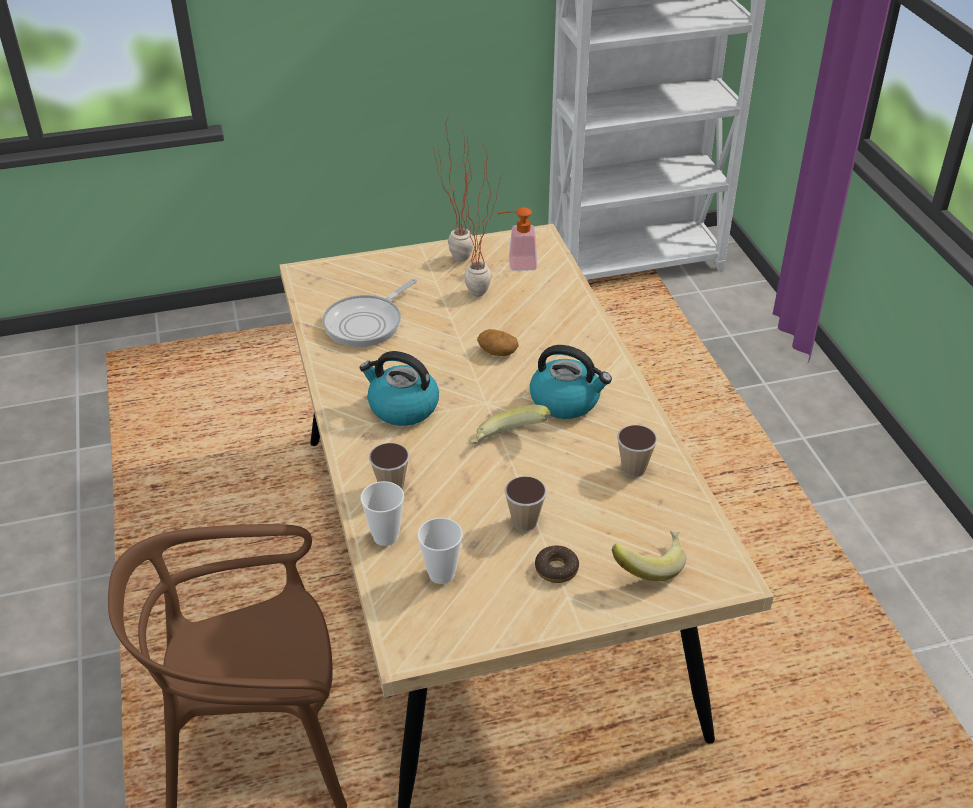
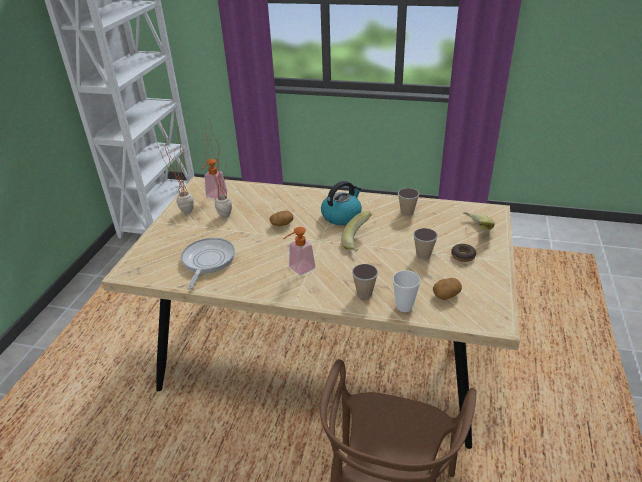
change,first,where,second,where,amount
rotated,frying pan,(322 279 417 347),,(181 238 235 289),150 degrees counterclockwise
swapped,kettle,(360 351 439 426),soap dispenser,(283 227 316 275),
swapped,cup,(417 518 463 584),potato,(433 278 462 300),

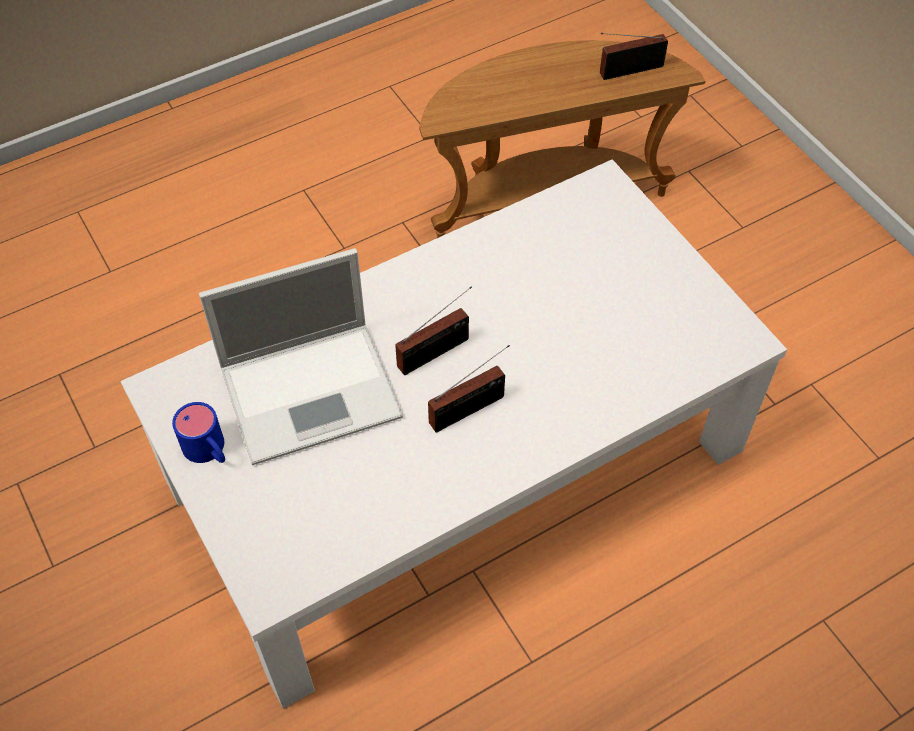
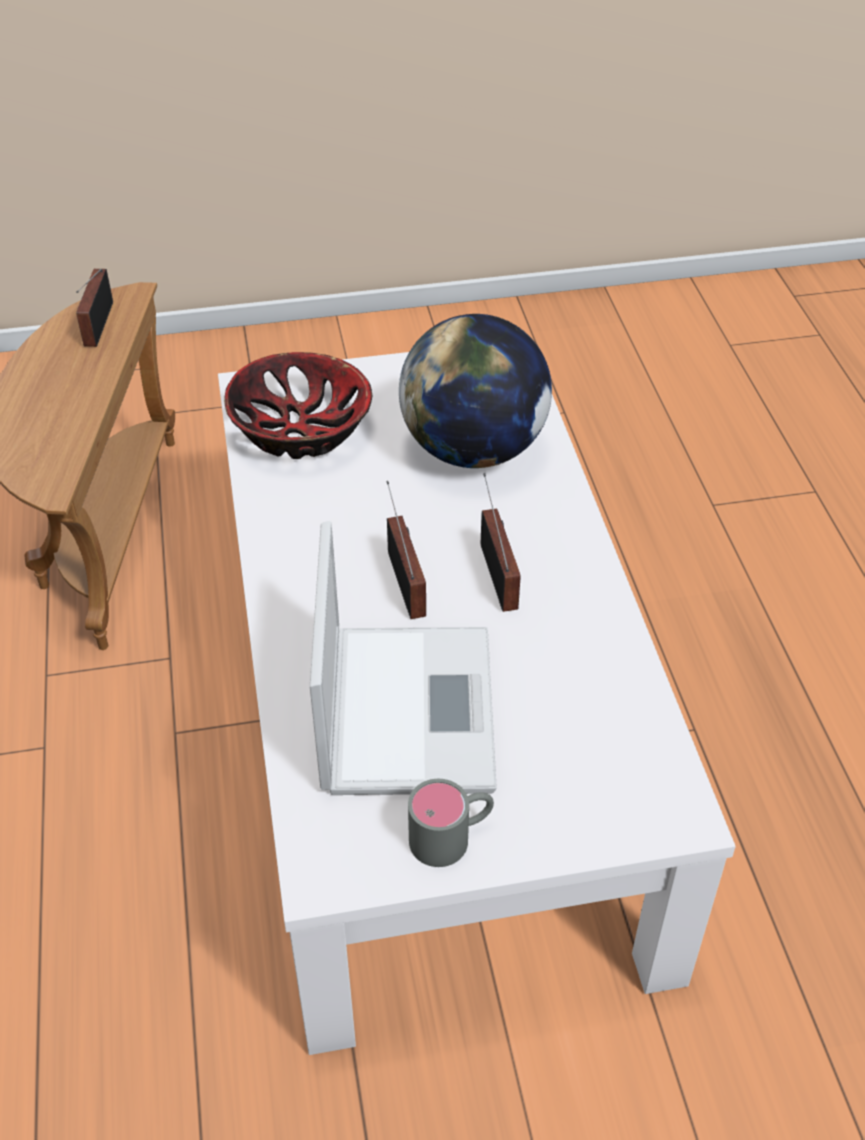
change,first,where,second,where,amount
repainted,blue mug,(172 402 225 463),grey mug,(408 779 494 867),
new,,,globe,(399 314 552 468),
new,,,bowl,(224 352 373 459),

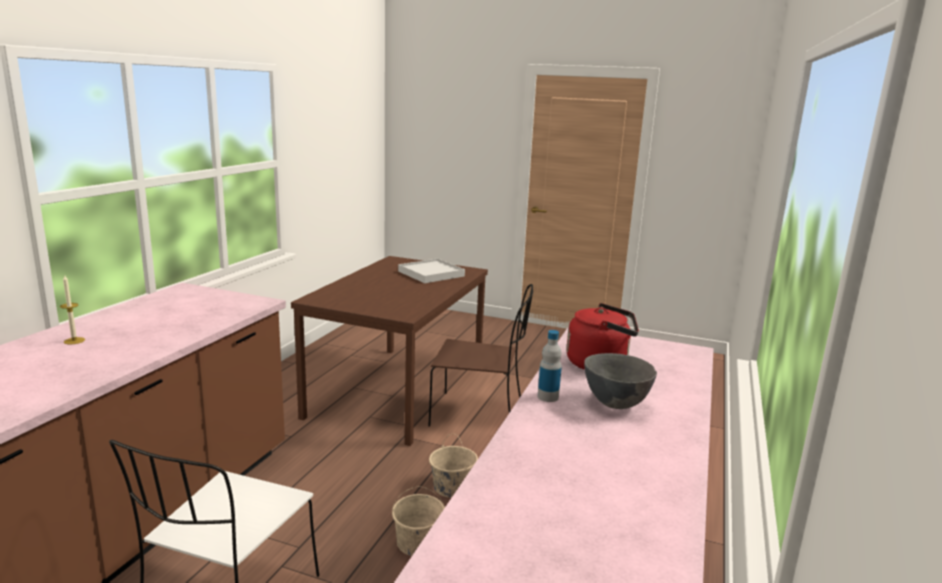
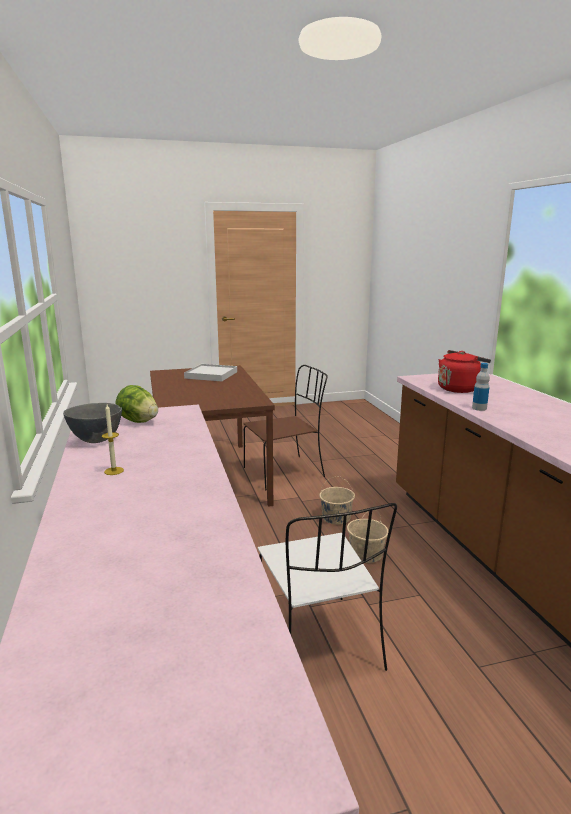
change,first,where,second,where,amount
shifted,grey bowl,(584 353 657 409),,(63 403 122 443),
new,,,lettuce,(115 385 158 423),

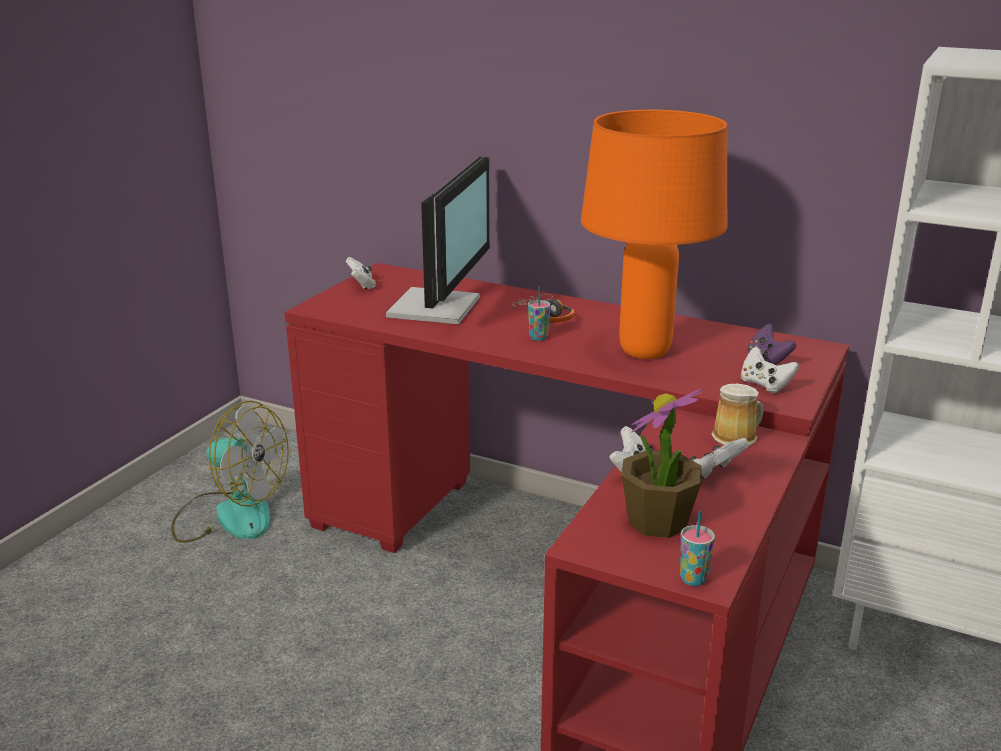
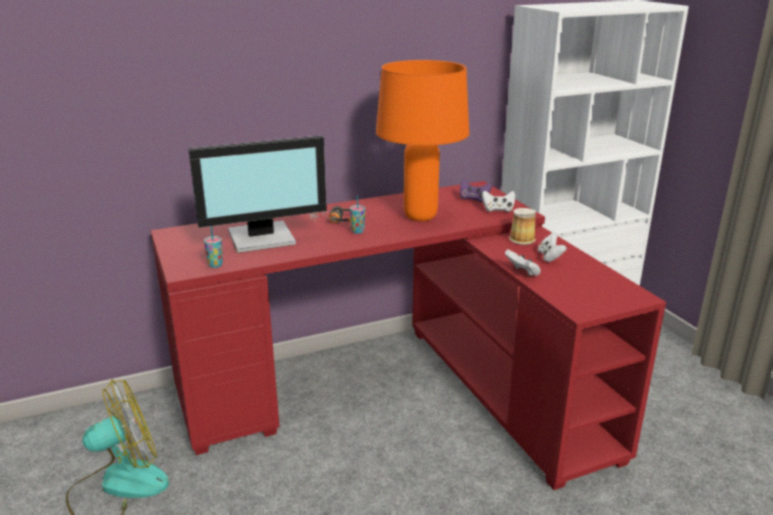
change,first,where,second,where,amount
rotated,monitor,(386 157 490 325),,(188 136 327 253),105 degrees clockwise
gone,white game controller,(346 257 376 290),,,
gone,potted plant,(621 389 703 538),,,
shifted,cup,(680 511 715 586),,(204 226 223 268),

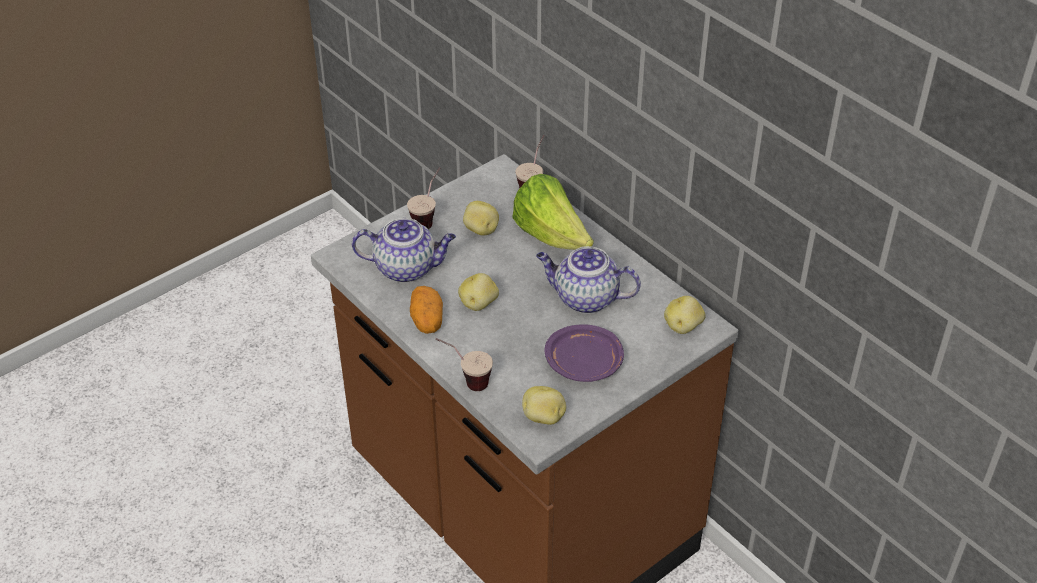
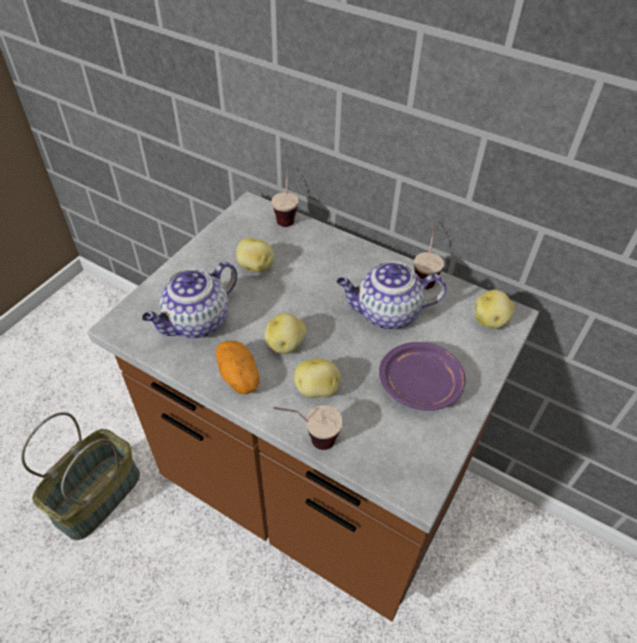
change,first,where,second,where,amount
shifted,cup,(407 167 440 229),,(414 221 444 289),
gone,lettuce,(512 174 594 250),,,
rotated,teapot,(352 218 456 283),,(142 261 237 338),150 degrees clockwise
shifted,potato,(522 386 566 425),,(294 358 341 398),
new,,,basket,(21 412 140 540),

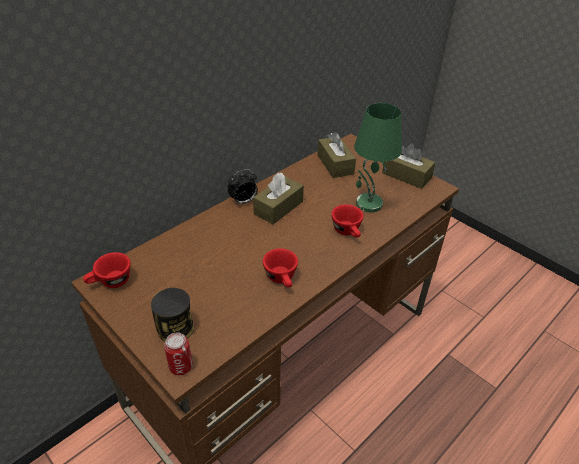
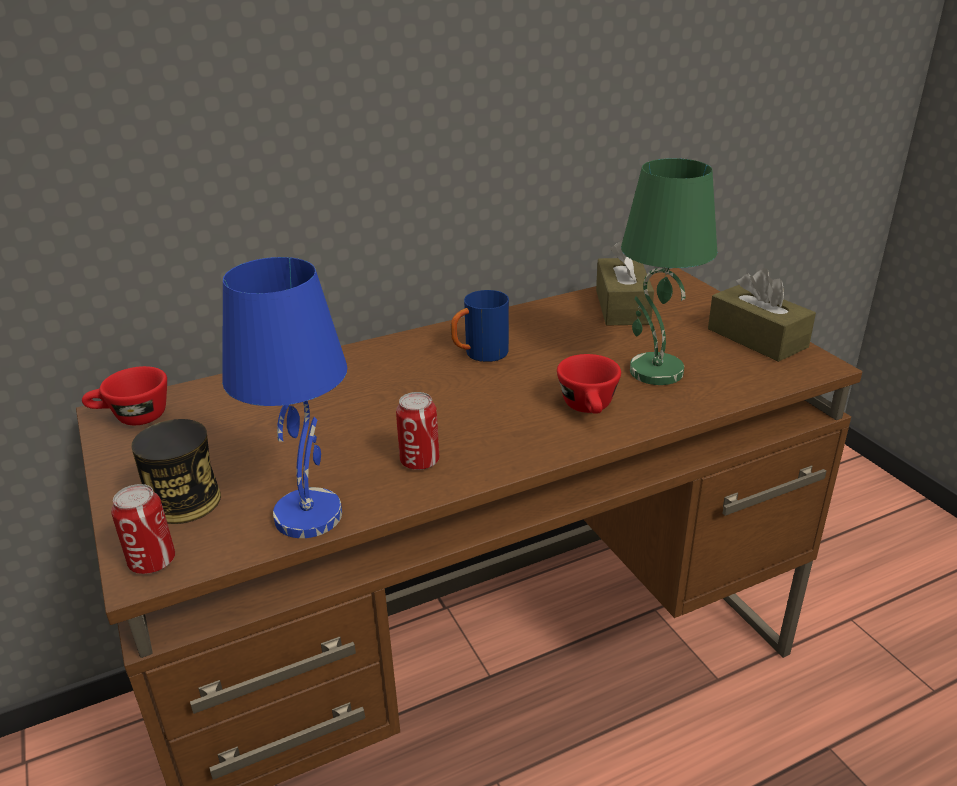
change,first,where,second,where,amount
gone,alarm clock,(227 169 258 204),,,
swapped,brown tissue box,(253 173 304 224),blue mug,(451 290 509 362),
swapped,red cup,(263 248 298 287),can,(396 392 439 470),
new,,,blue table lamp,(222 257 347 538),

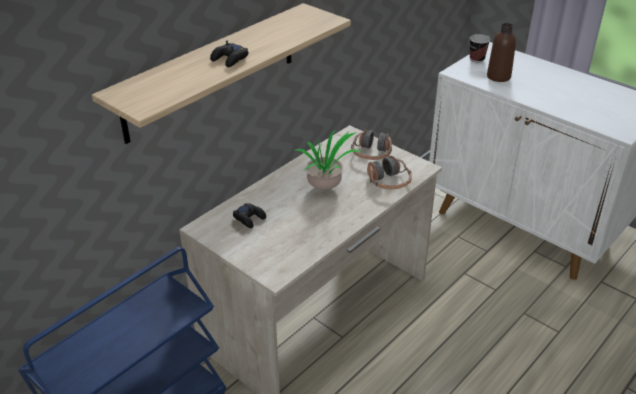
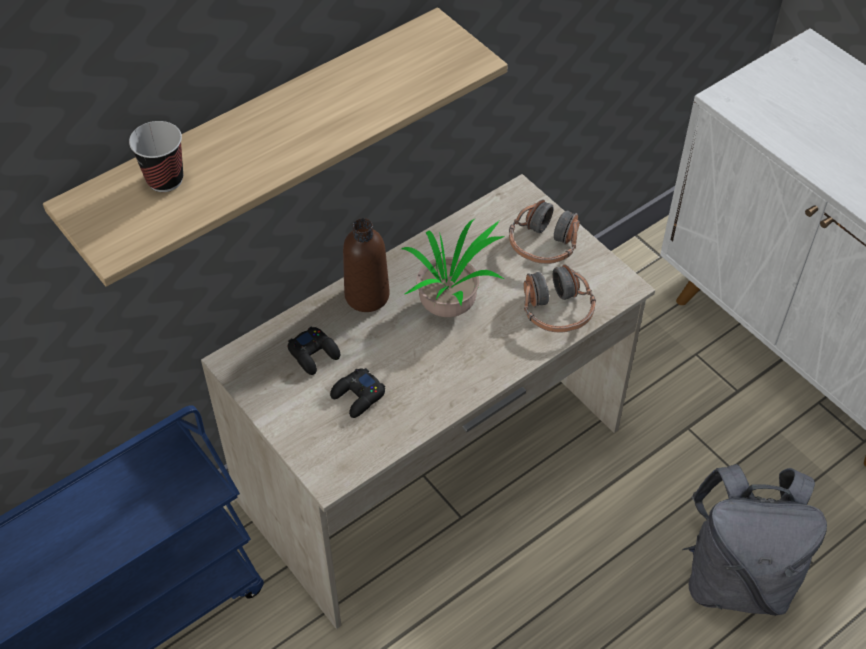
change,first,where,second,where,amount
shifted,brown bottle,(487 23 516 82),,(343 218 390 312),
shifted,cup,(470 34 490 63),,(129 121 183 192),
shifted,black game controller,(210 41 248 67),,(330 368 385 418),
new,,,grey backpack,(682 464 827 616),

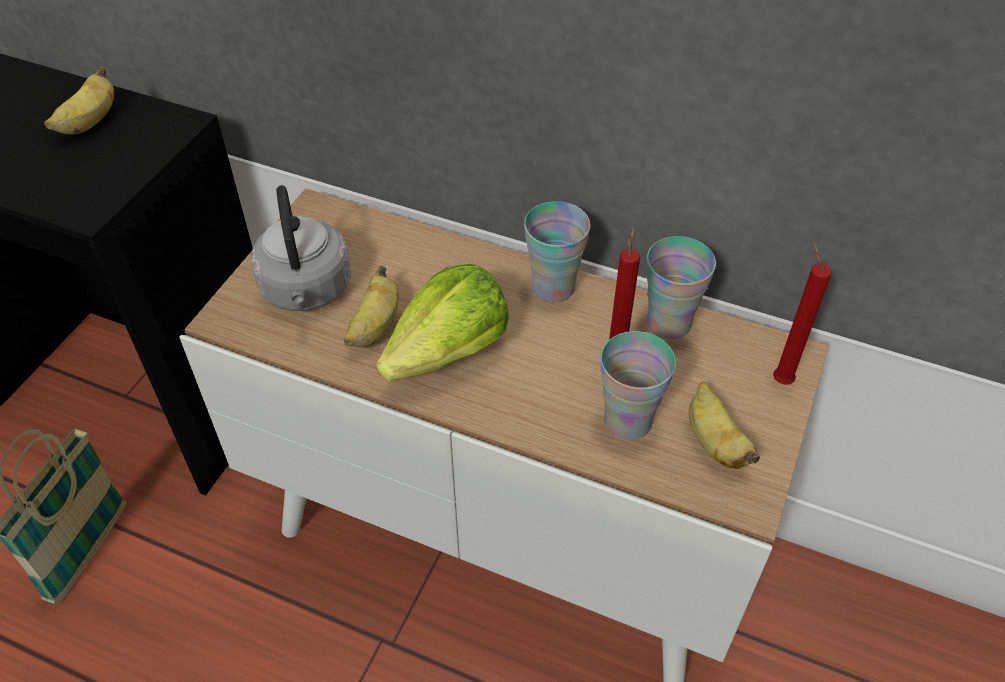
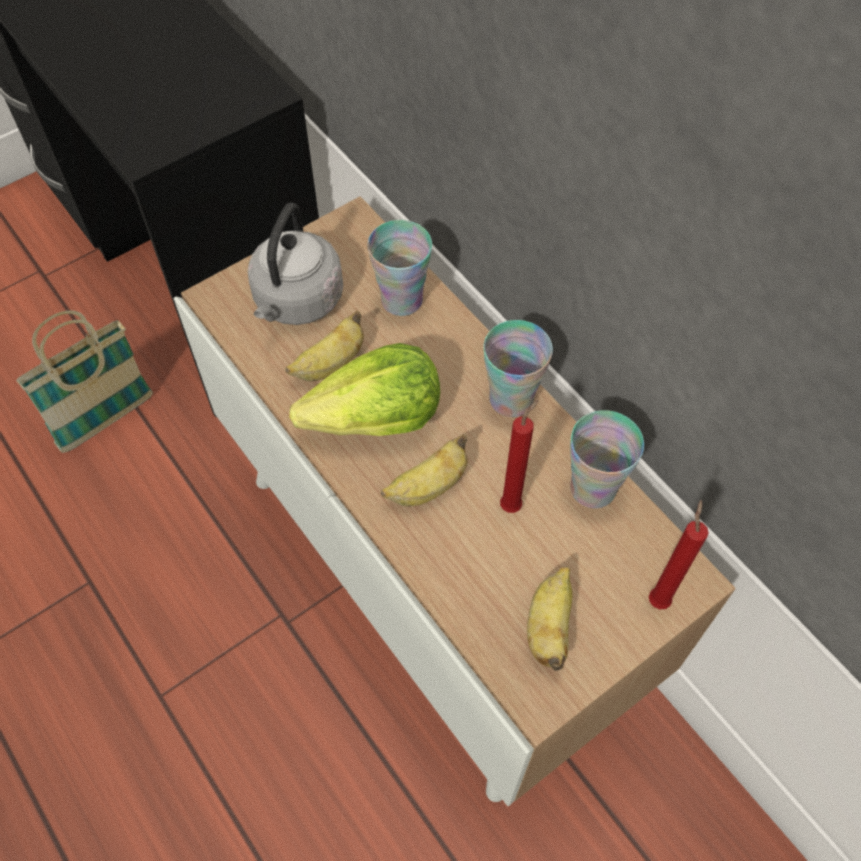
change,first,where,second,where,amount
shifted,banana,(44 67 114 135),,(381 434 467 506),
shifted,cup,(600 331 676 440),,(367 220 432 316),

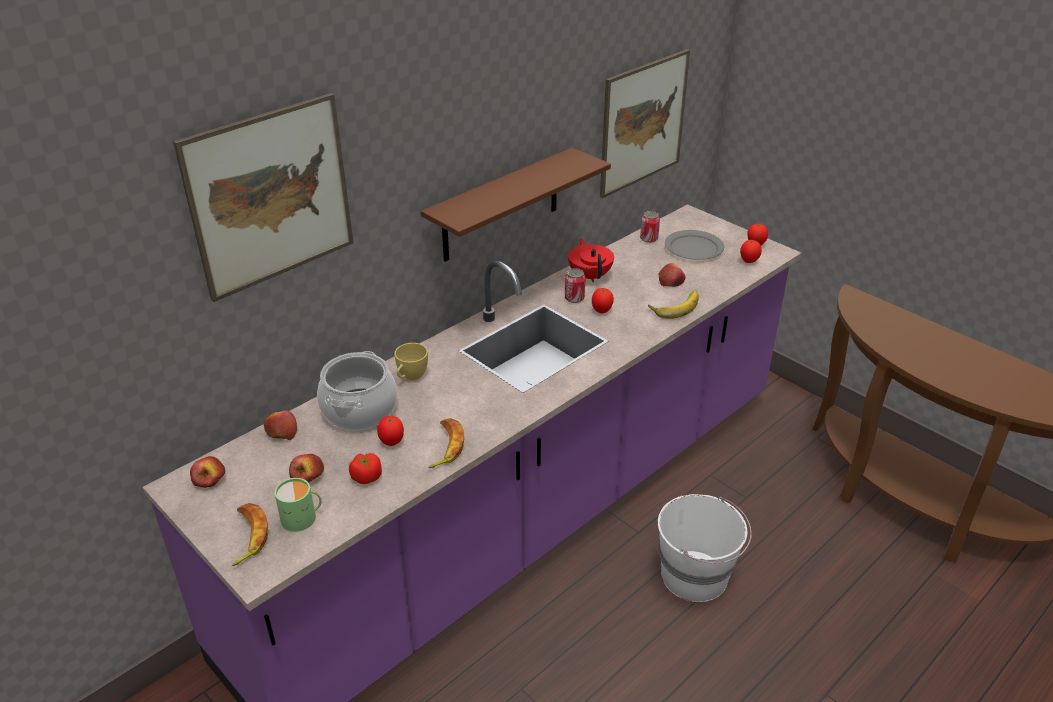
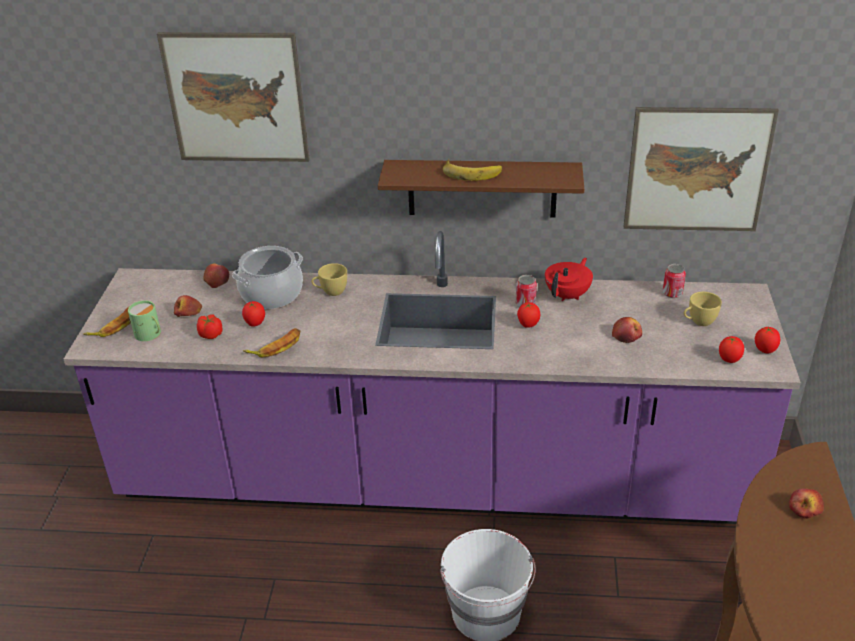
change,first,where,second,where,amount
swapped,grey plate,(665 230 724 260),yellow cup,(684 292 722 326),
shifted,banana,(648 290 699 319),,(443 159 502 181),
shifted,apple,(190 456 225 488),,(789 488 824 519),

